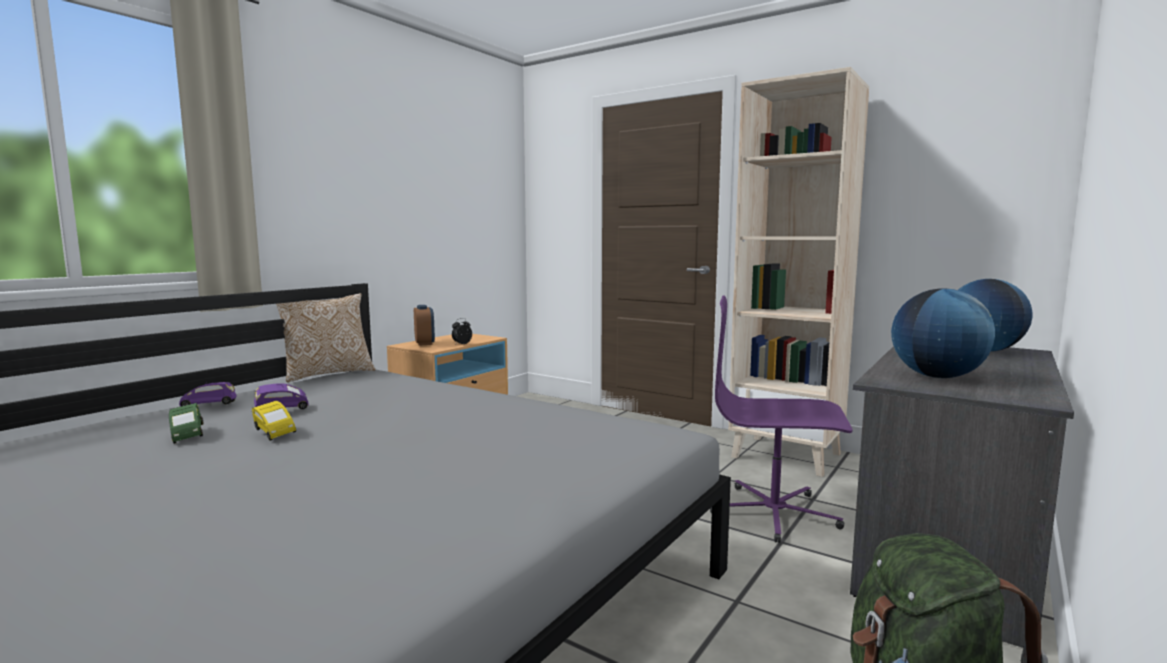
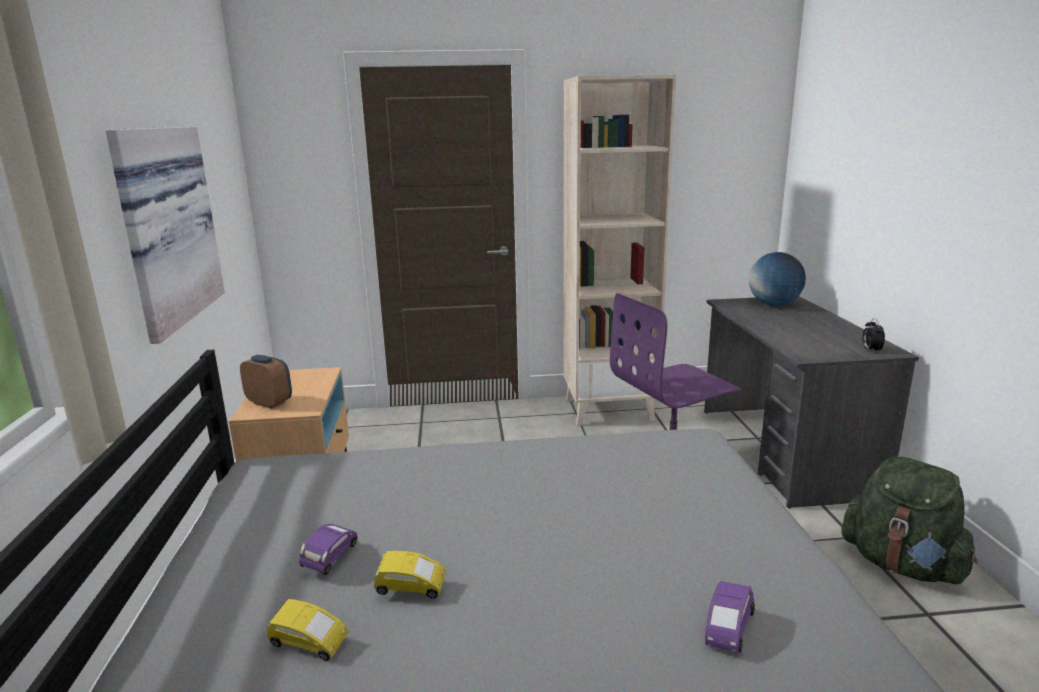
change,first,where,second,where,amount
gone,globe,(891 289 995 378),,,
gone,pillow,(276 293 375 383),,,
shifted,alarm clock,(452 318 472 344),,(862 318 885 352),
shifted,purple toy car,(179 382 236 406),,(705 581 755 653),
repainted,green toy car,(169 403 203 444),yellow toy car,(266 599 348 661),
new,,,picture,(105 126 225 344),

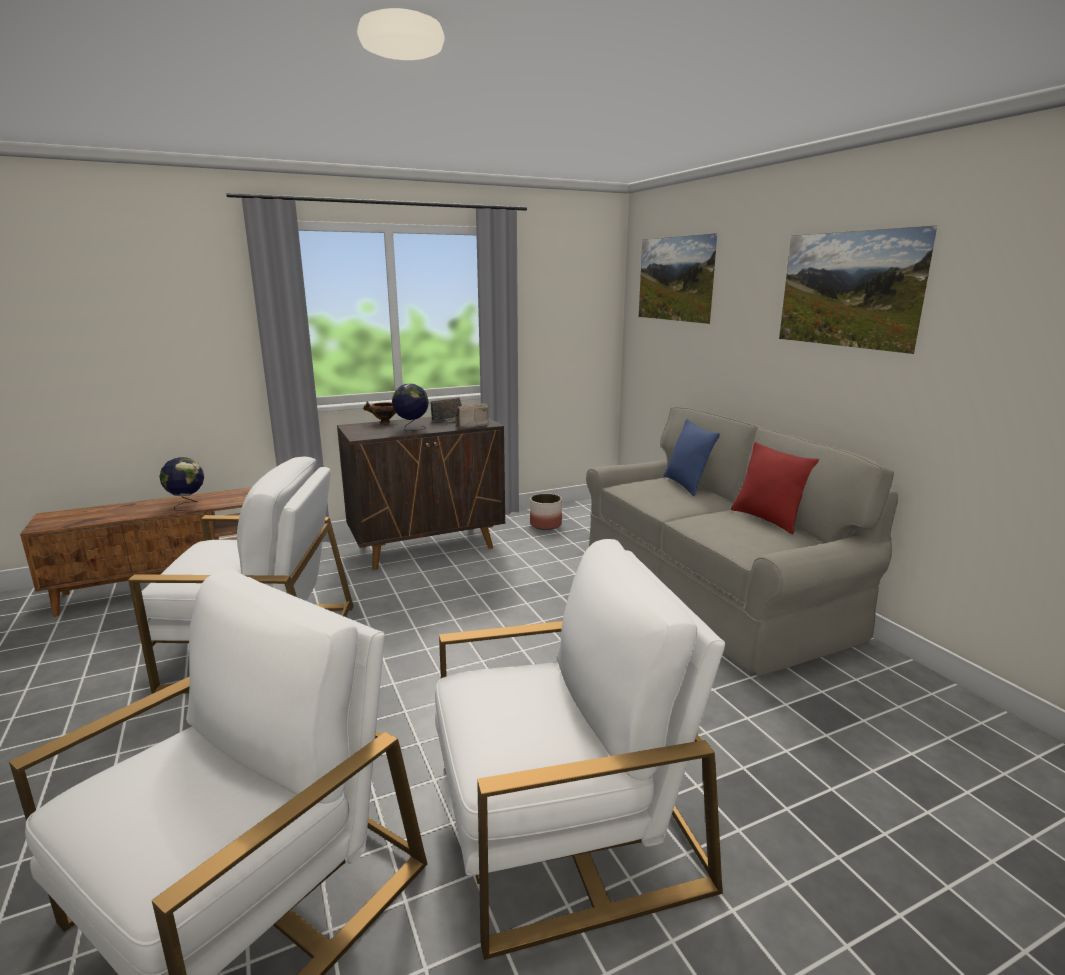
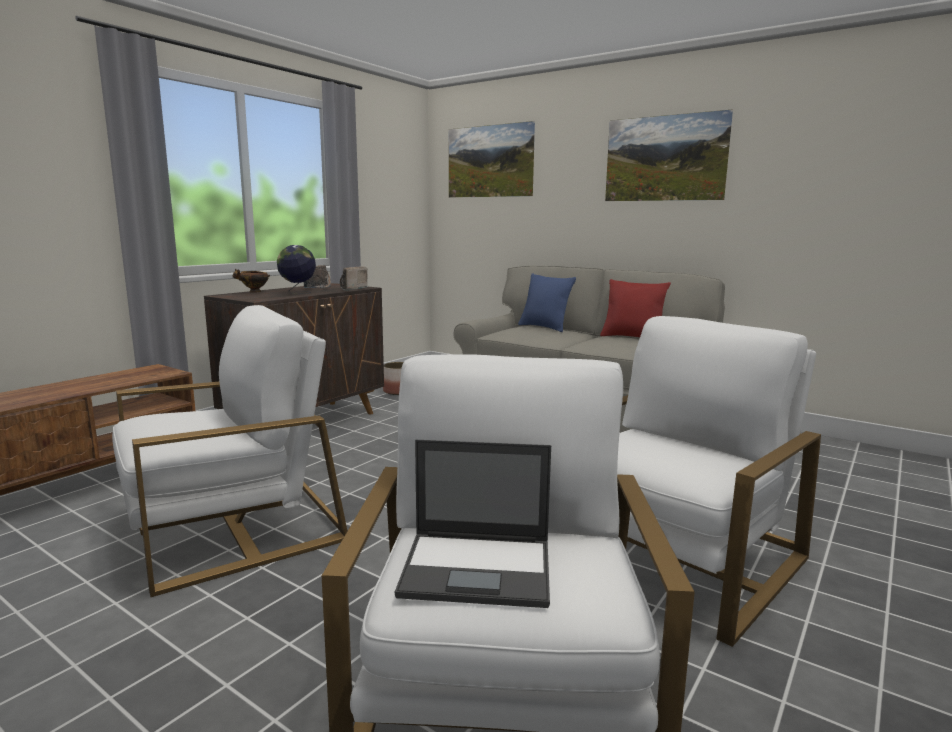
change,first,where,second,where,amount
gone,globe,(159 457 204 511),,,
new,,,laptop,(395 440 551 608),

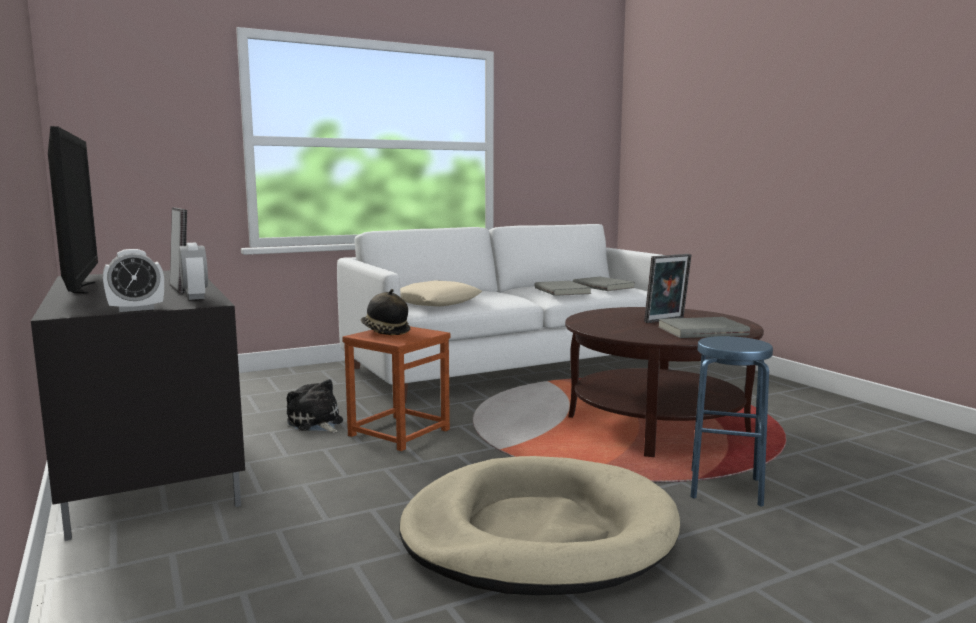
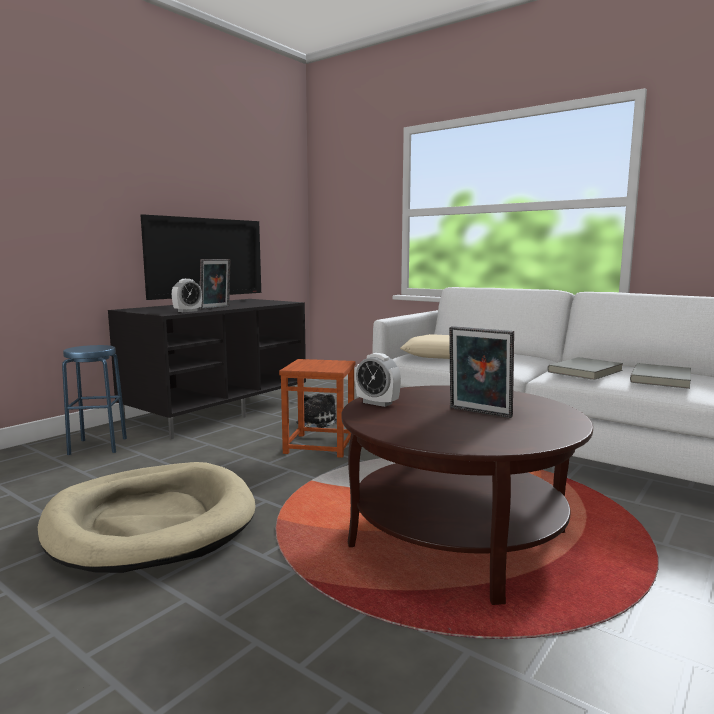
change,first,where,second,where,amount
shifted,alarm clock,(103 249 164 312),,(355 353 401 407),
gone,hat,(361 289 410 335),,,
gone,grey book,(658 317 750 338),,,
shifted,blue stool,(691 336 773 507),,(62 345 127 455),

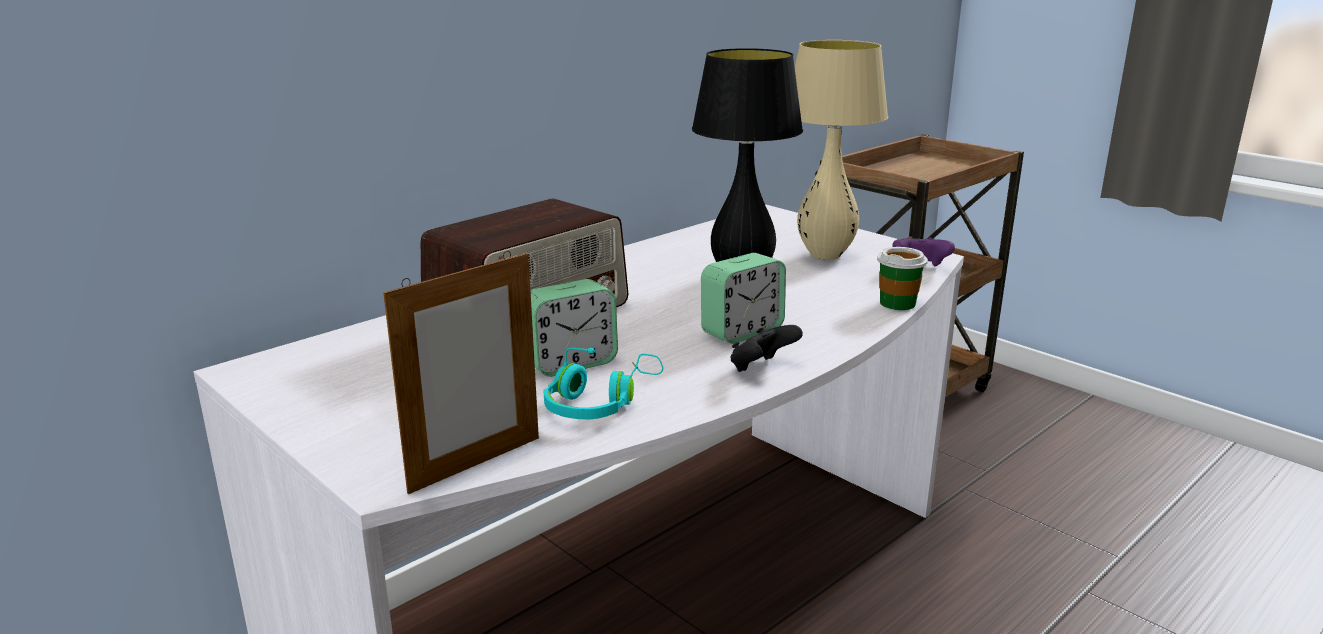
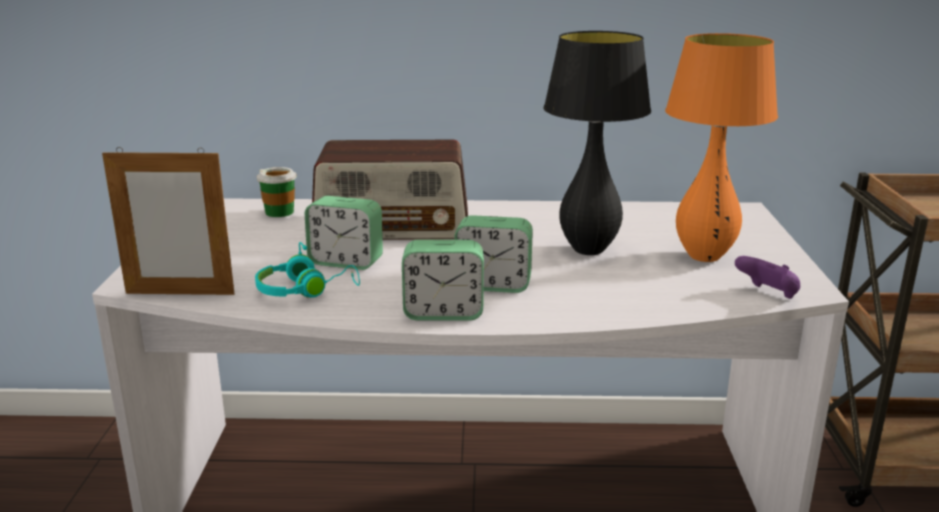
change,first,where,second,where,amount
repainted,beige table lamp,(795 40 888 260),orange table lamp,(665 33 778 262),
shifted,cup,(877 247 928 310),,(257 167 297 217),
swapped,black game controller,(730 325 803 372),alarm clock,(402 240 484 321),

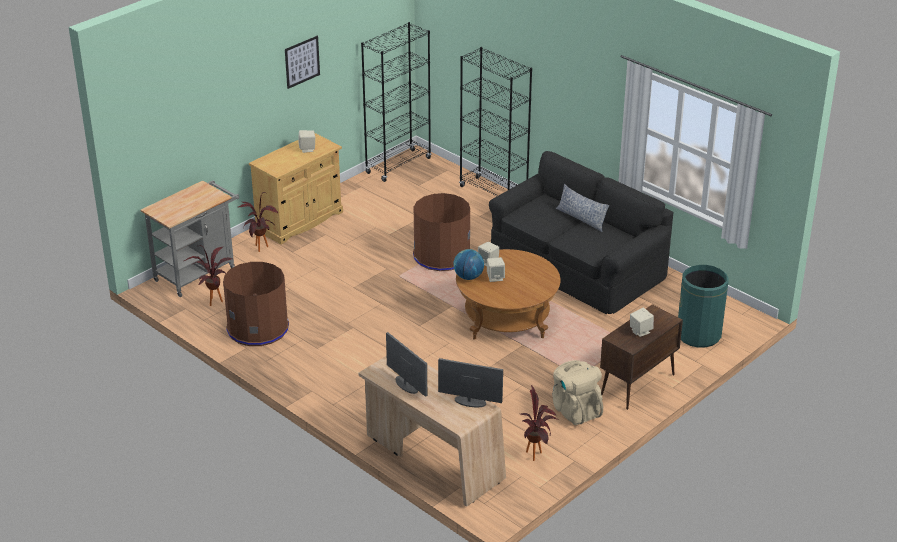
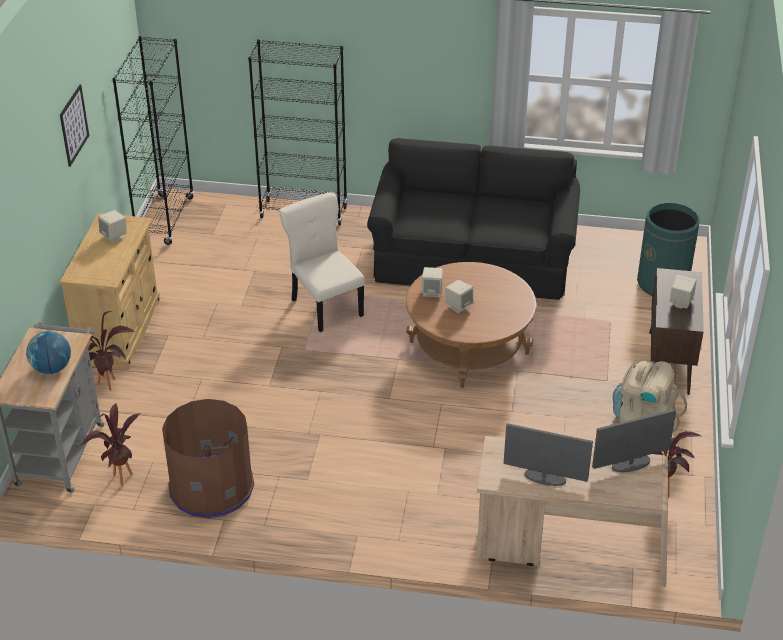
change,first,where,second,where,amount
gone,pillow,(556 184 610 232),,,
swapped,brown trash can,(413 193 470 271),beige chair,(279 192 365 332),
shifted,globe,(453 249 484 280),,(26 331 71 374),

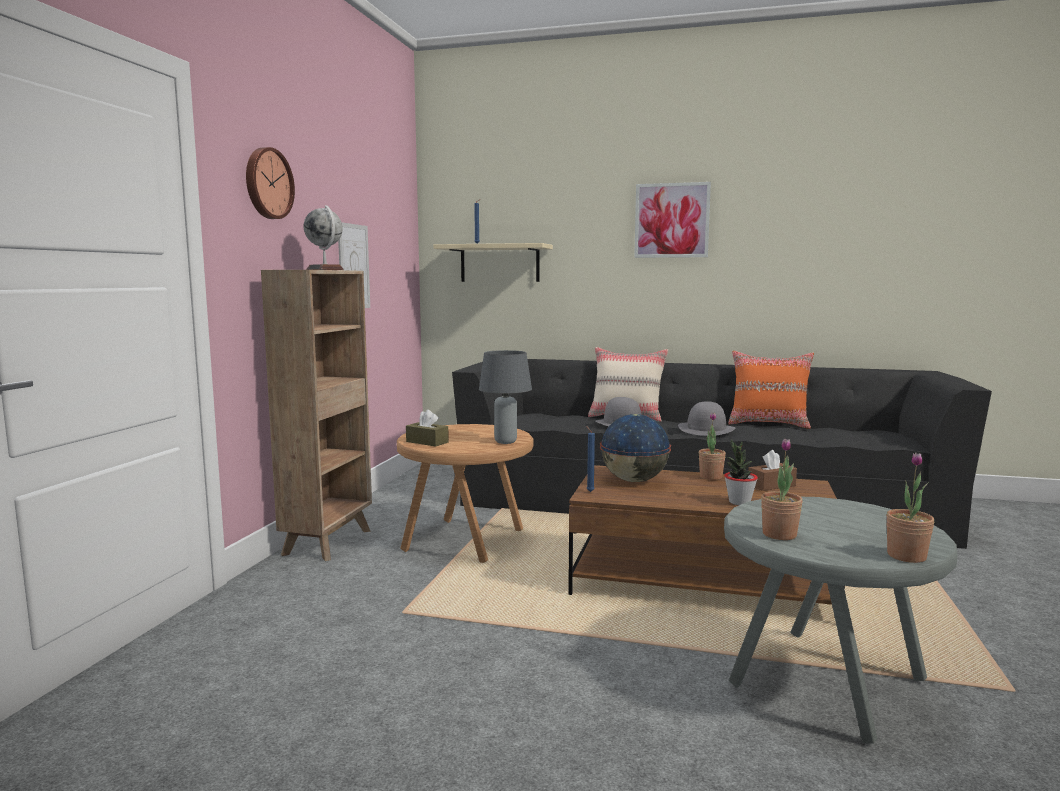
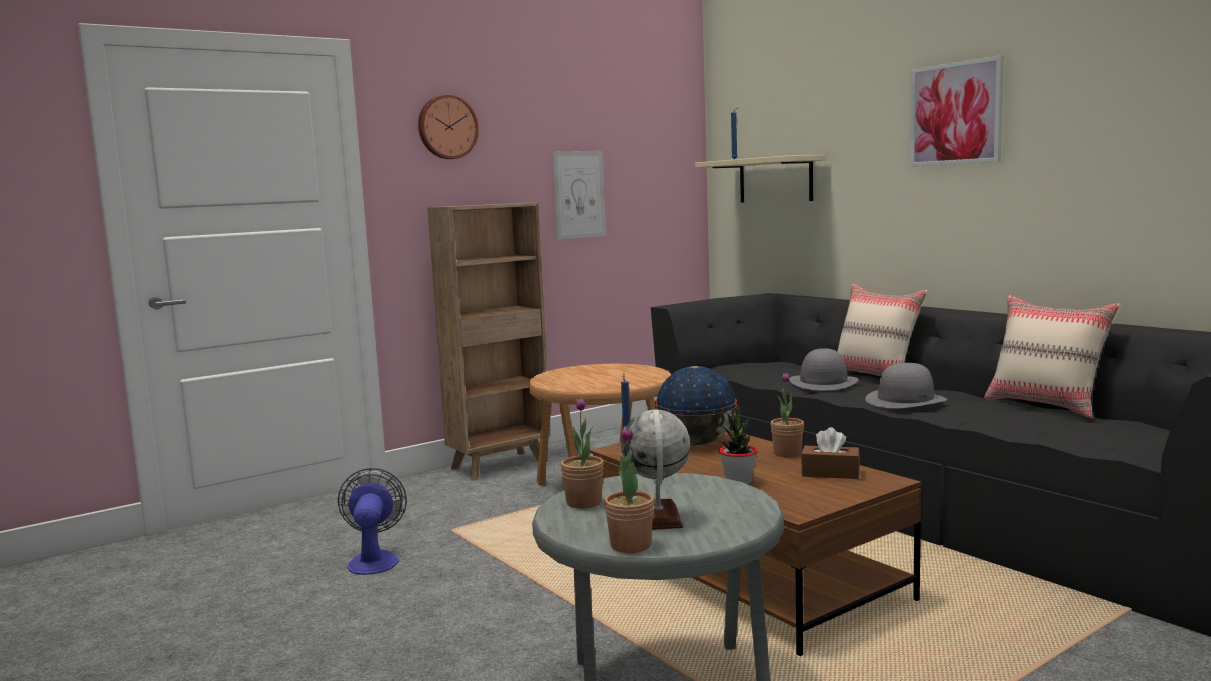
change,first,where,second,where,amount
shifted,globe,(303 205 344 270),,(621 409 690 530),
gone,grey table lamp,(479 350 532 444),,,
repainted,orange pillow,(728 351 814 429),beige pillow,(984 296 1120 418),
gone,brown tissue box,(406 409 449 446),,,
new,,,fan,(338 468 407 575),

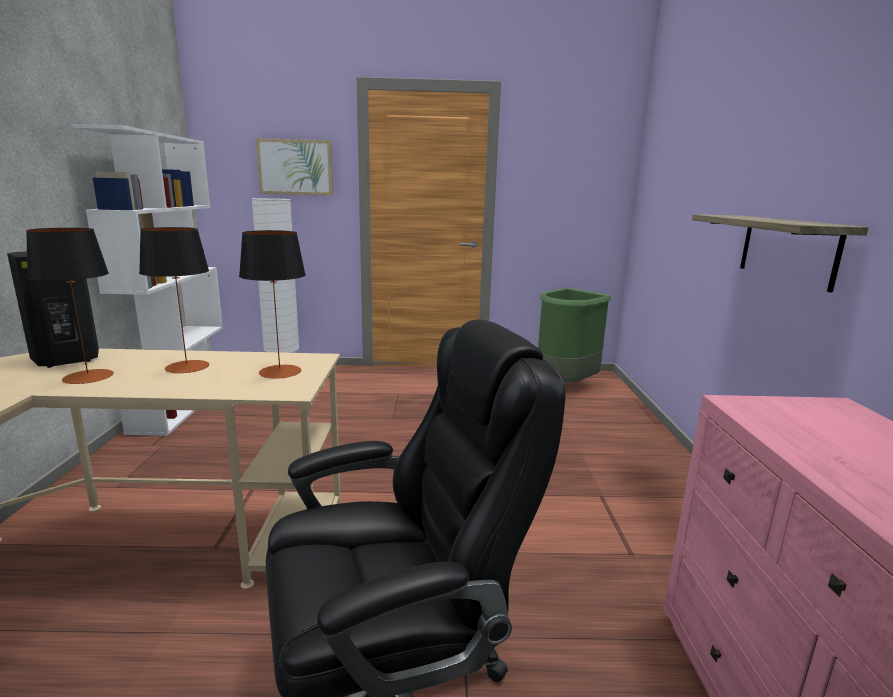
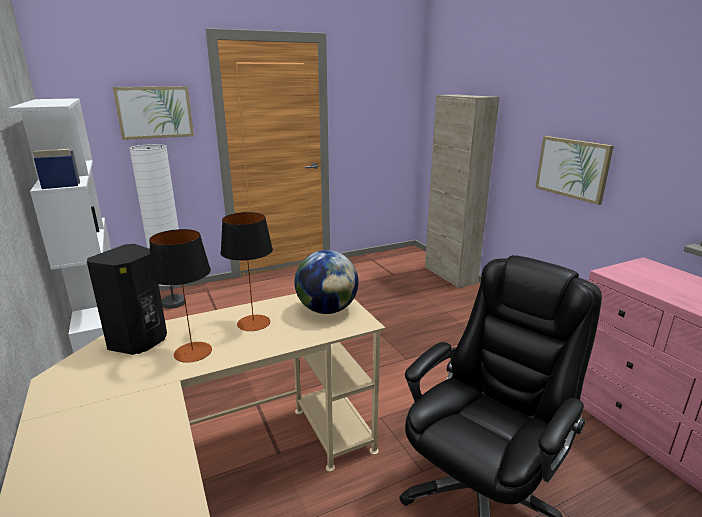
change,first,where,second,where,amount
swapped,shelf,(692 214 868 293),picture,(536 136 614 205),
swapped,table lamp,(239 230 306 379),globe,(294 250 359 314),
gone,green trash can,(538 288 611 382),,,
new,,,beige cabinet,(425 95 499 288),

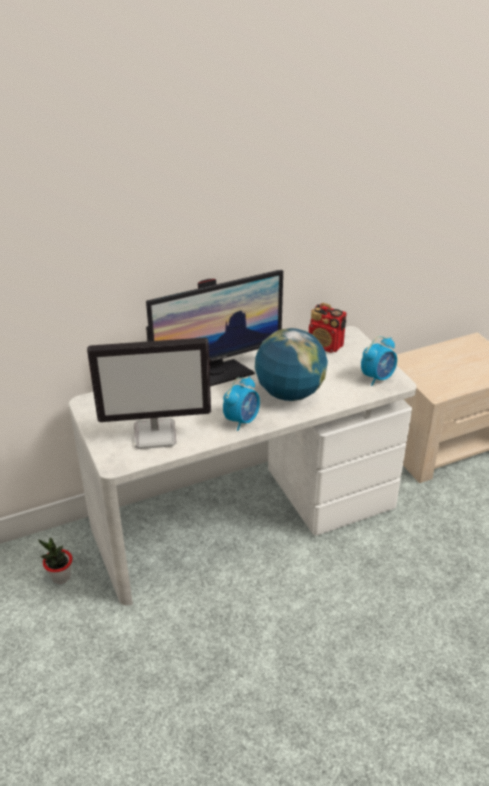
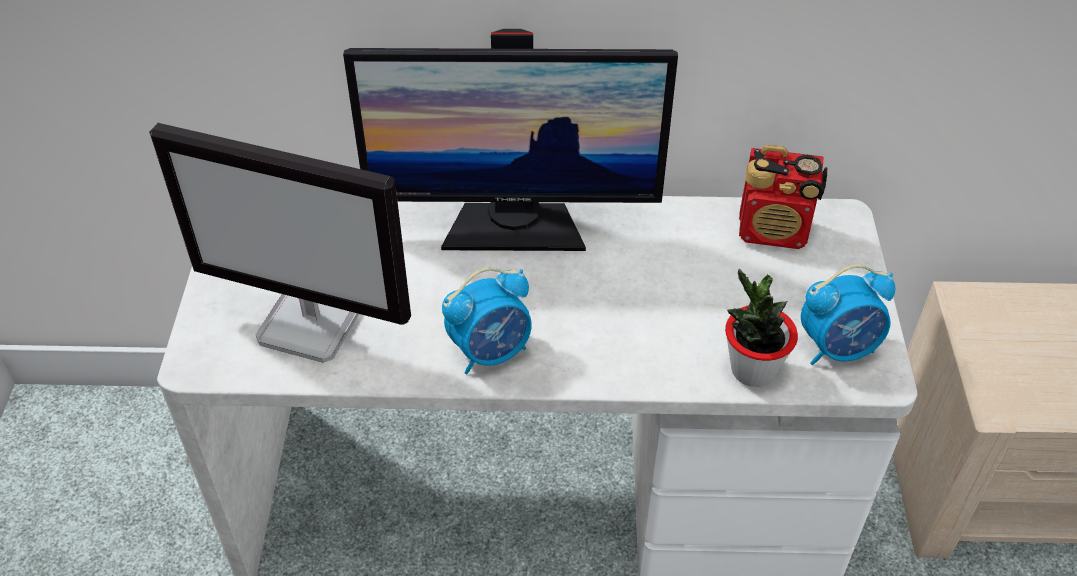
change,first,where,second,where,amount
rotated,radio,(309 303 347 353),,(739 145 827 249),45 degrees counterclockwise
gone,globe,(255 328 328 401),,,
shifted,potted plant,(38 538 73 584),,(725 269 798 387),

